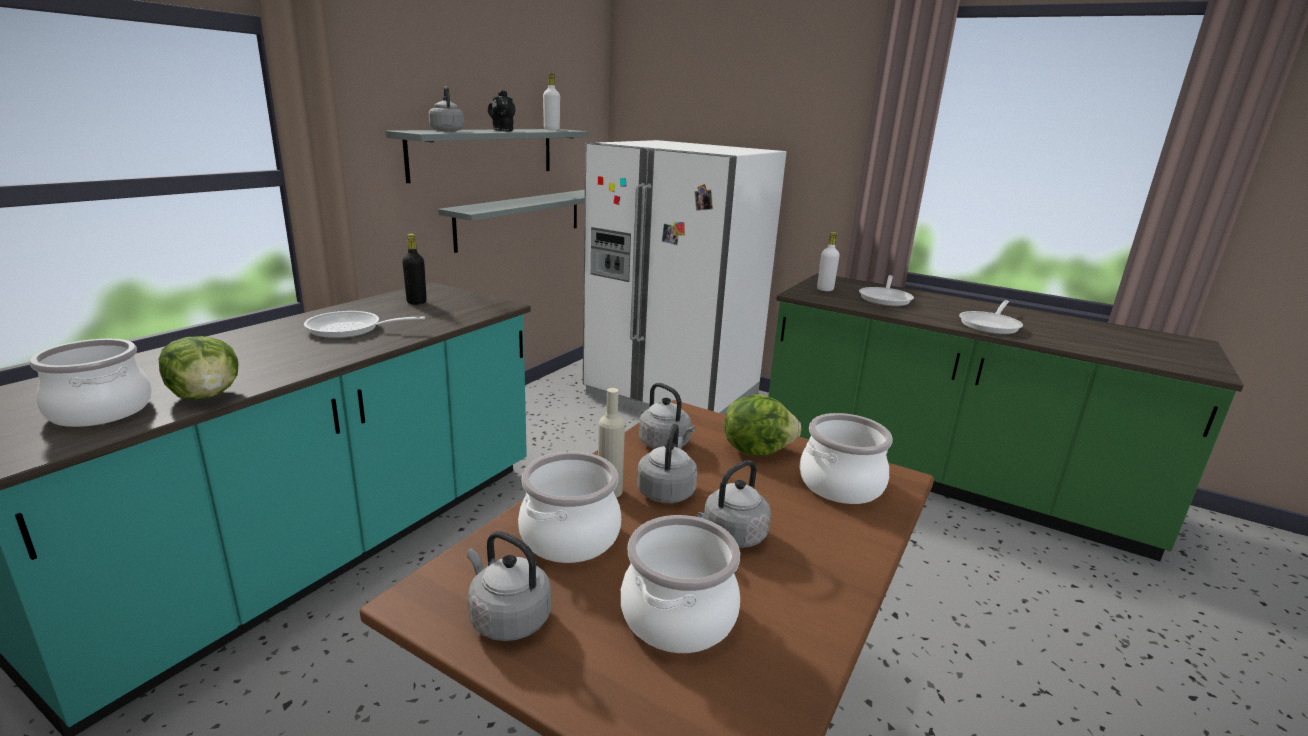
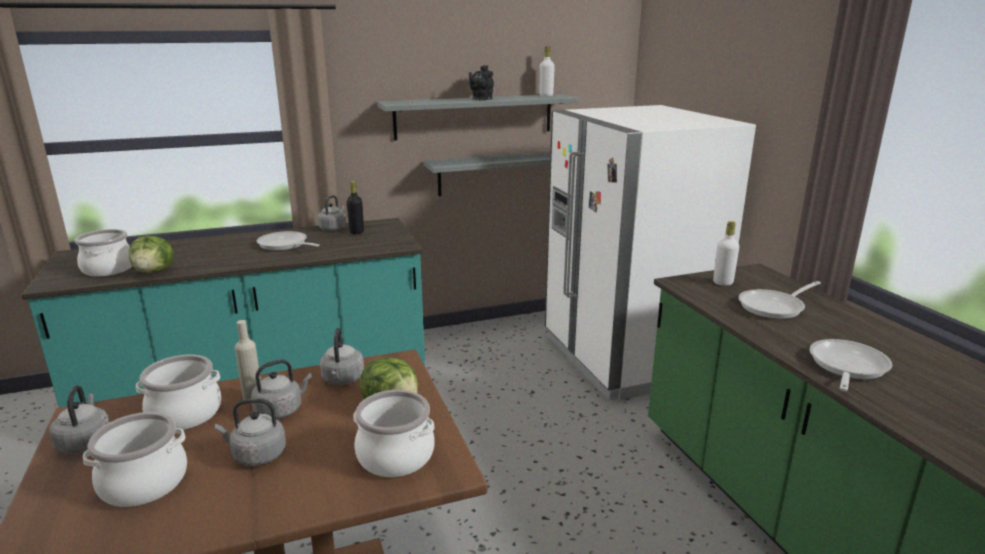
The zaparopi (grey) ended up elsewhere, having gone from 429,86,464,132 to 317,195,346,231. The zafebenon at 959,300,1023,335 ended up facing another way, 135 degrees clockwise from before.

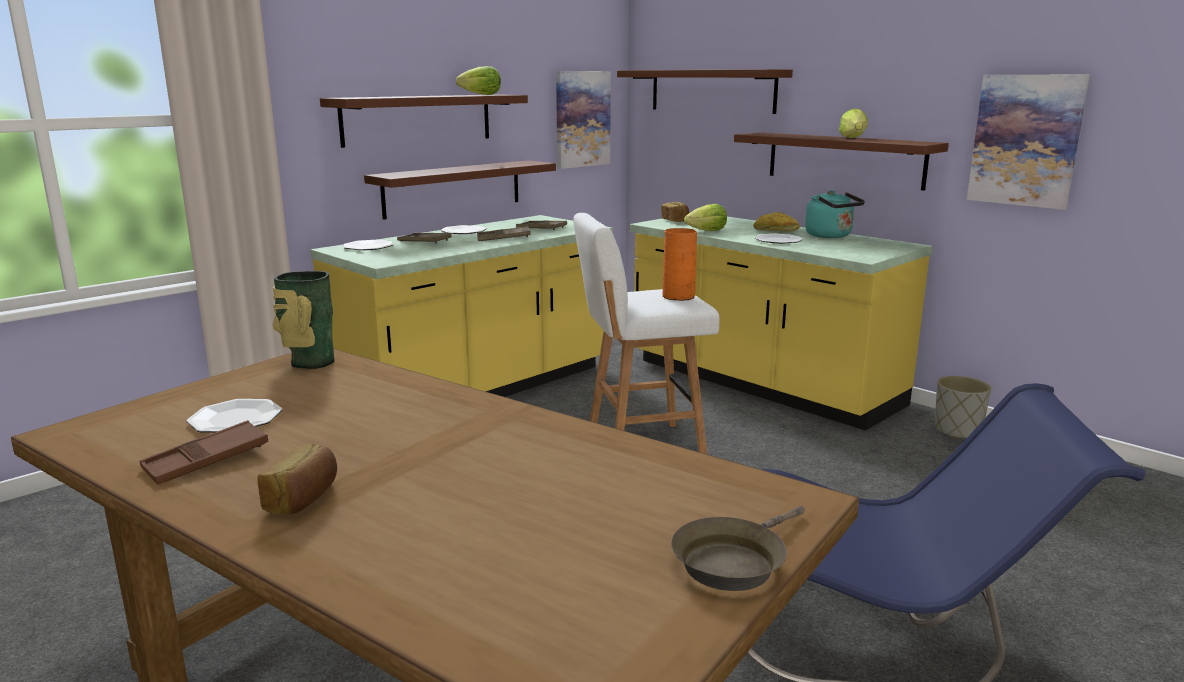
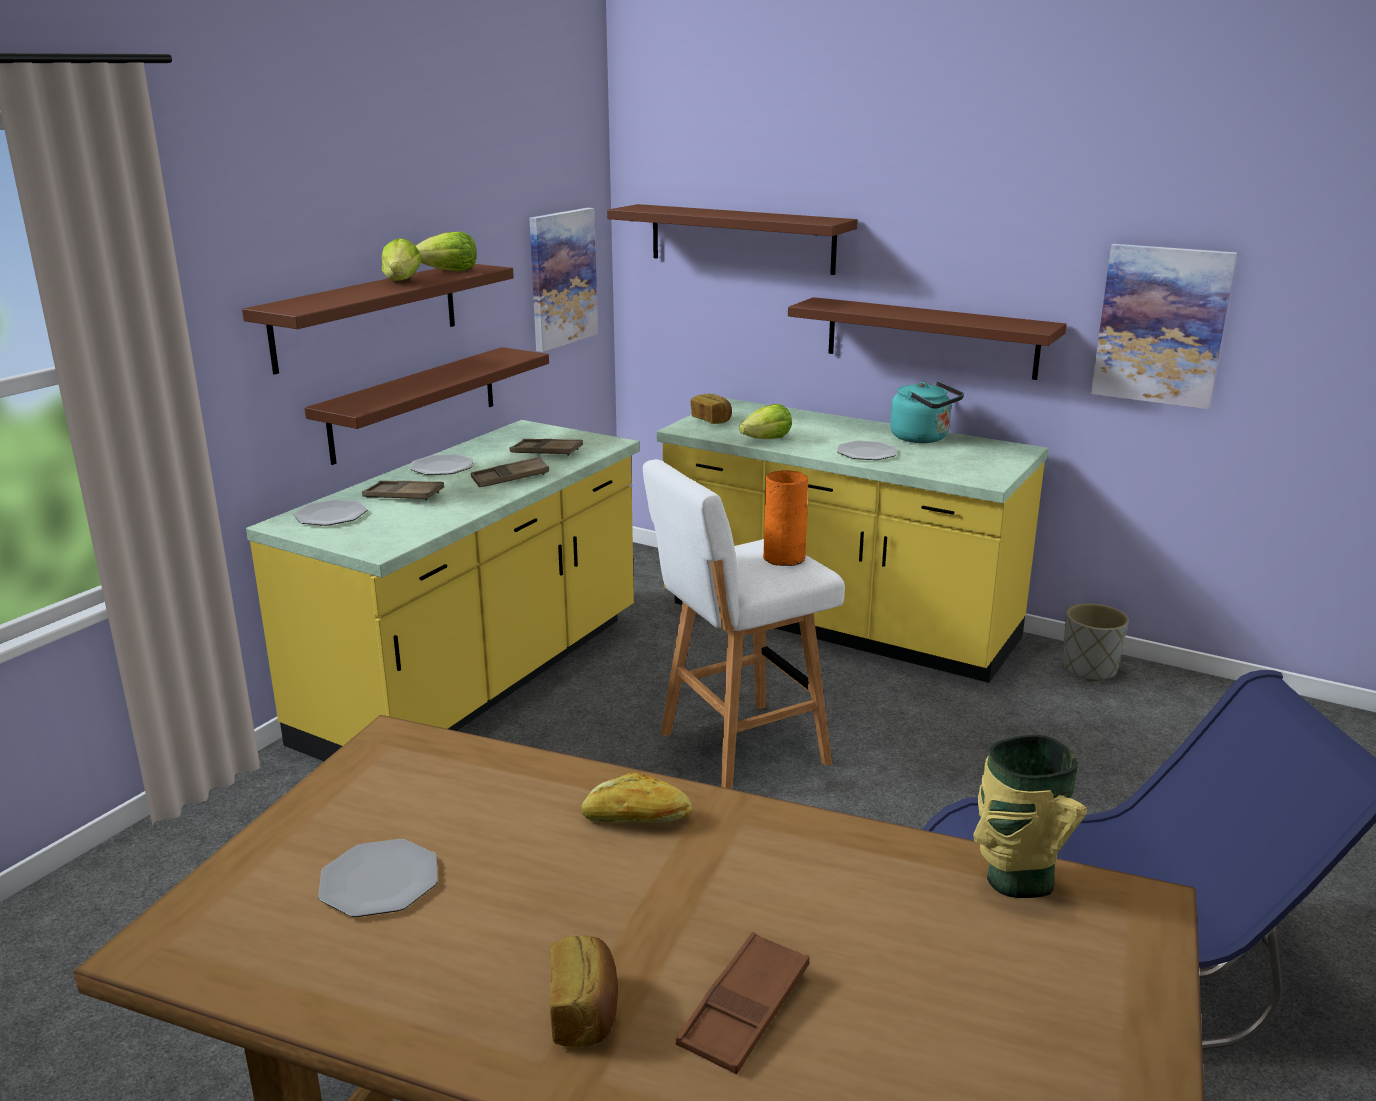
The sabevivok ended up elsewhere, having gone from 839,109,868,138 to 382,238,421,281. The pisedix ended up elsewhere, having gone from 753,212,800,232 to 581,772,692,823. The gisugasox ended up elsewhere, having gone from 273,271,334,369 to 974,735,1087,898. The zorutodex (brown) ended up elsewhere, having gone from 140,420,269,484 to 676,932,809,1074. The second view lost the zafebenon (brown) at 671,506,805,591.

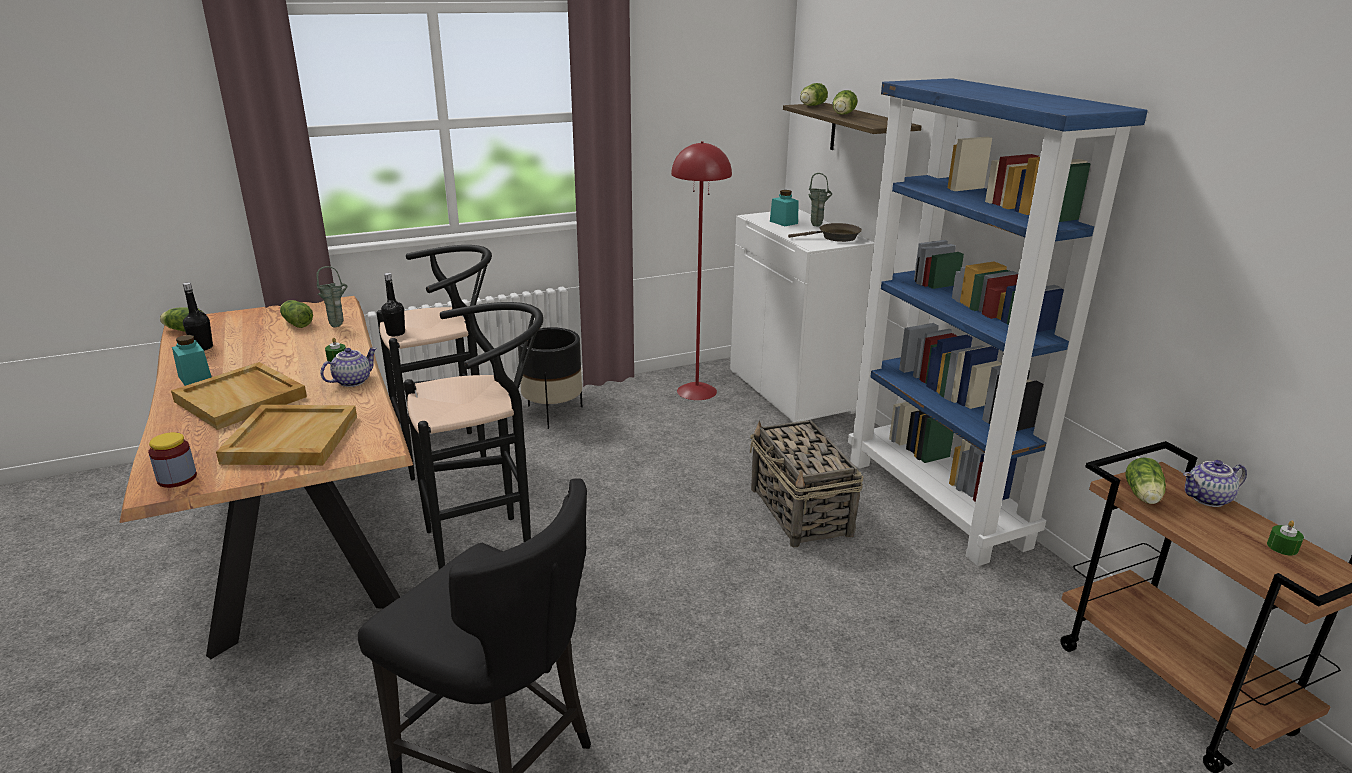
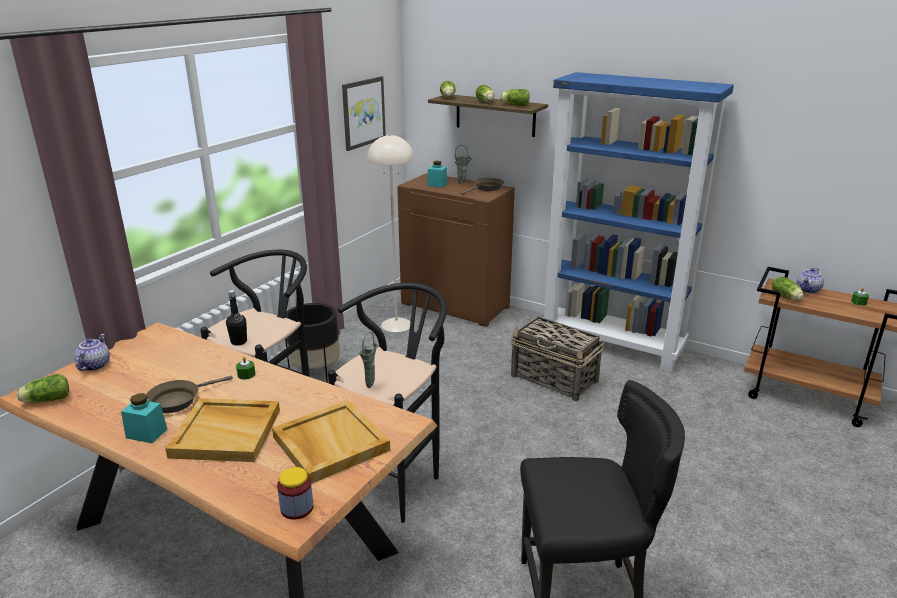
What was the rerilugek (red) at 671,141,732,400 turned into the rerilugek (beige) at 367,134,414,332. What was the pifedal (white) at 730,209,874,422 turned into the pifedal (brown) at 397,173,515,327. The gisugasox (green) ended up elsewhere, having gone from 316,266,348,328 to 359,332,377,388. The second view lost the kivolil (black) at 183,282,213,351. The sabevivok ended up elsewhere, having gone from 280,300,313,328 to 500,89,530,106. The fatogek ended up elsewhere, having gone from 321,348,377,387 to 75,334,110,371. The second view gained the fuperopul at 342,76,386,151. The second view gained the zafebenon (brown) at 146,376,233,413.

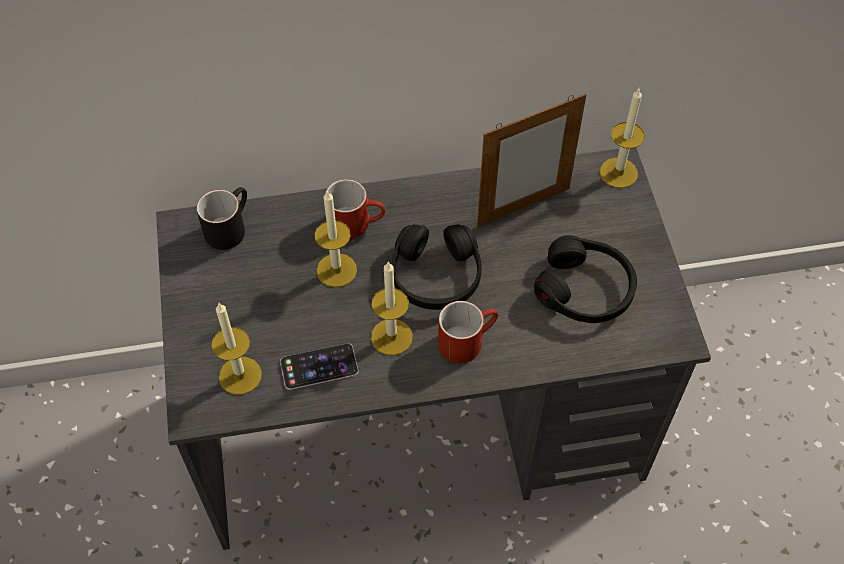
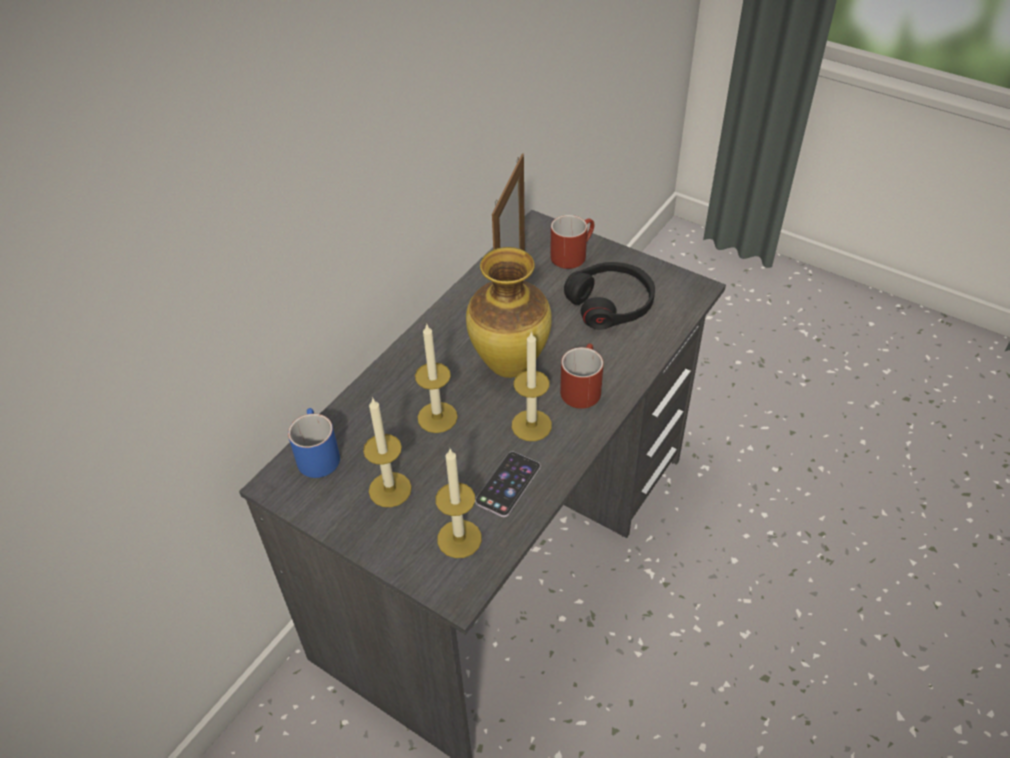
The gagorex ended up elsewhere, having gone from 600,89,645,188 to 363,397,412,507. The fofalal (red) ended up elsewhere, having gone from 325,179,386,239 to 550,215,594,269. What was the fofalal (black) at 196,187,247,250 turned into the fofalal (blue) at 288,408,340,478. Where the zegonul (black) stood at 391,224,482,310, the gisugasox came to stand at 466,247,552,378.

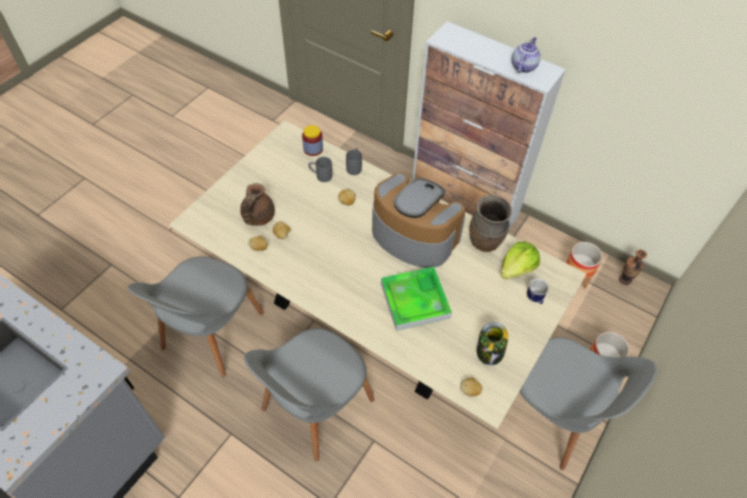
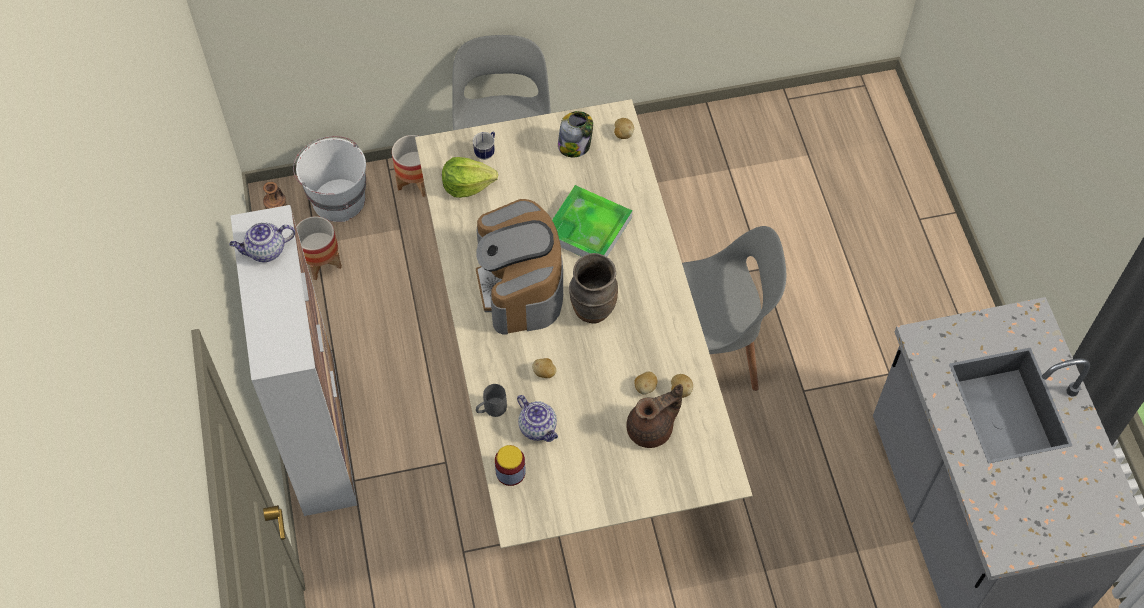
Where the fofalal (grey) stood at 308,157,332,182, the fatogek came to stand at 517,395,558,442. The gisugasox (brown) ended up elsewhere, having gone from 469,195,512,252 to 569,253,618,324. The second view lost the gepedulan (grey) at 127,256,264,377. The second view gained the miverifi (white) at 293,136,366,222.

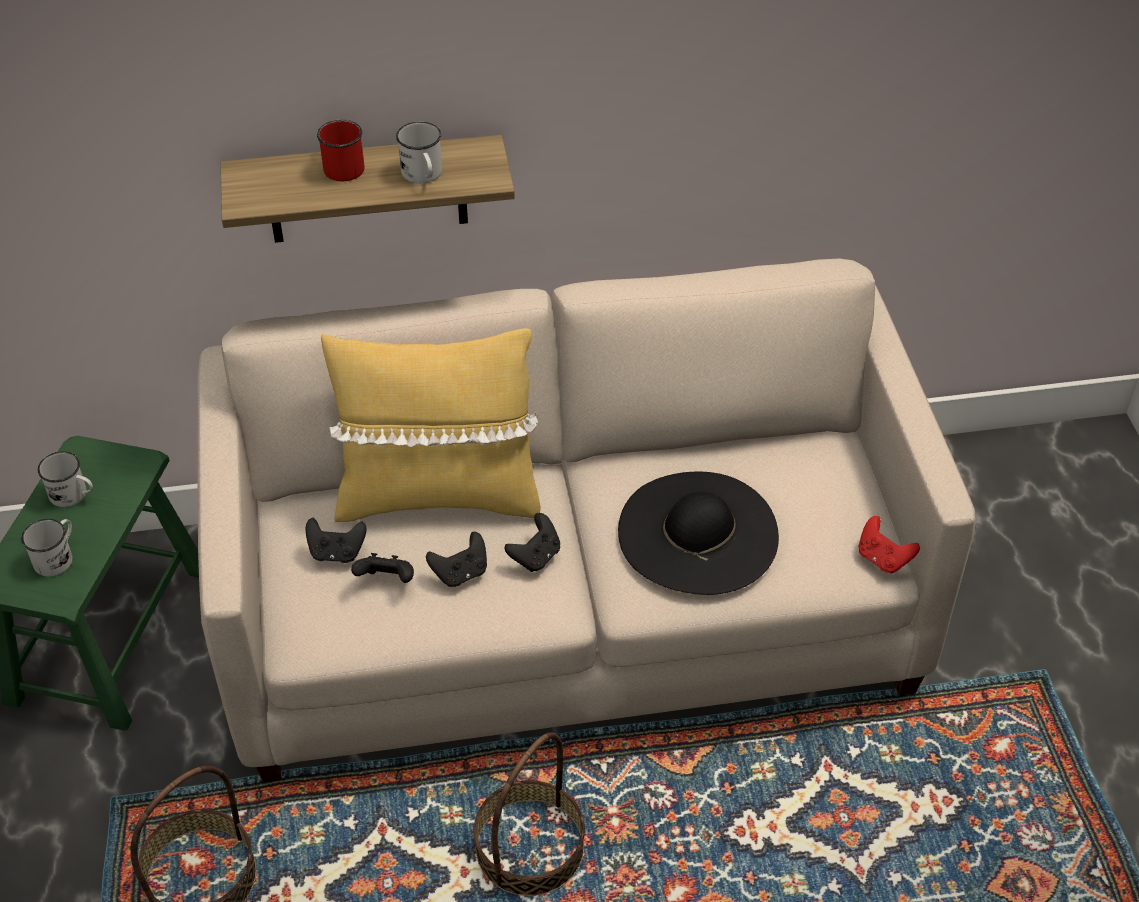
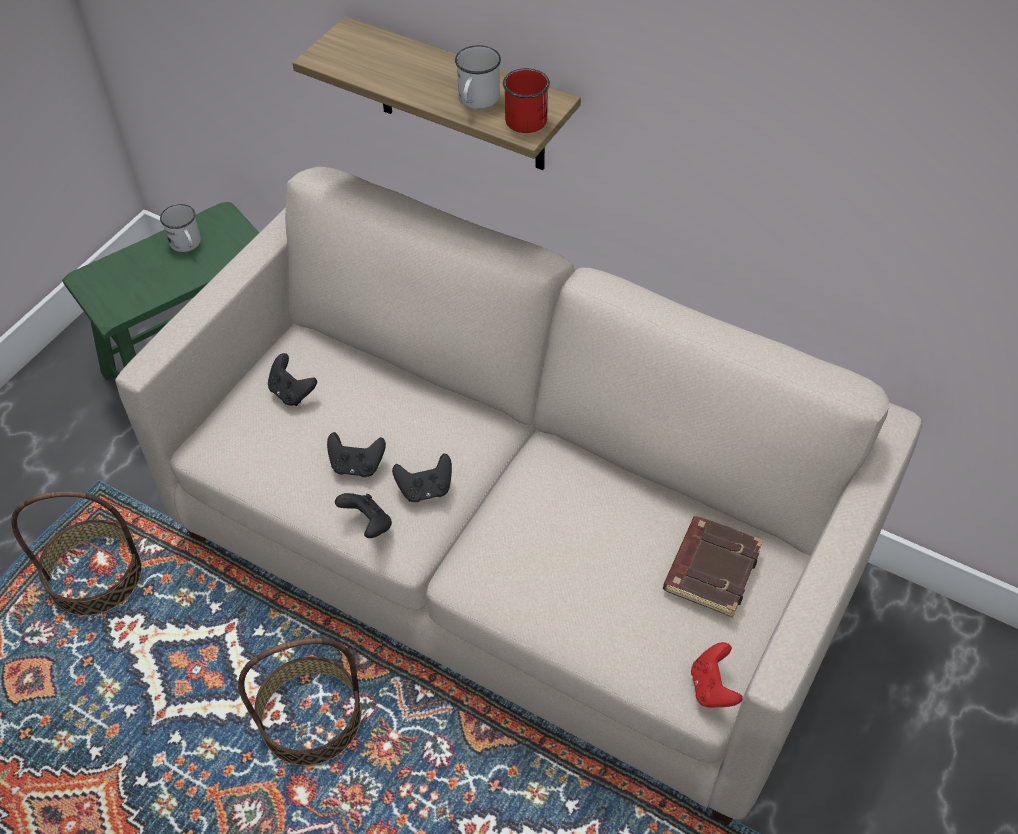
The fofalal (red) ended up elsewhere, having gone from 317,120,364,181 to 503,68,550,133. The second view lost the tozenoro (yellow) at 321,328,541,522. The second view lost the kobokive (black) at 618,471,779,595. The second view lost the fofalal (white) at 21,519,73,577. The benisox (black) ended up elsewhere, having gone from 351,553,414,583 to 335,493,392,538. The second view gained the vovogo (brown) at 663,516,763,618.

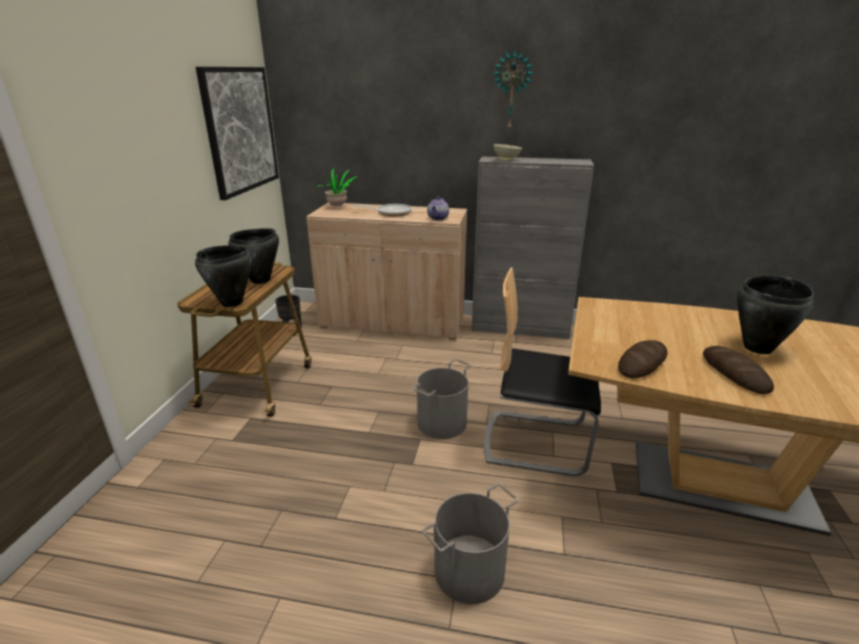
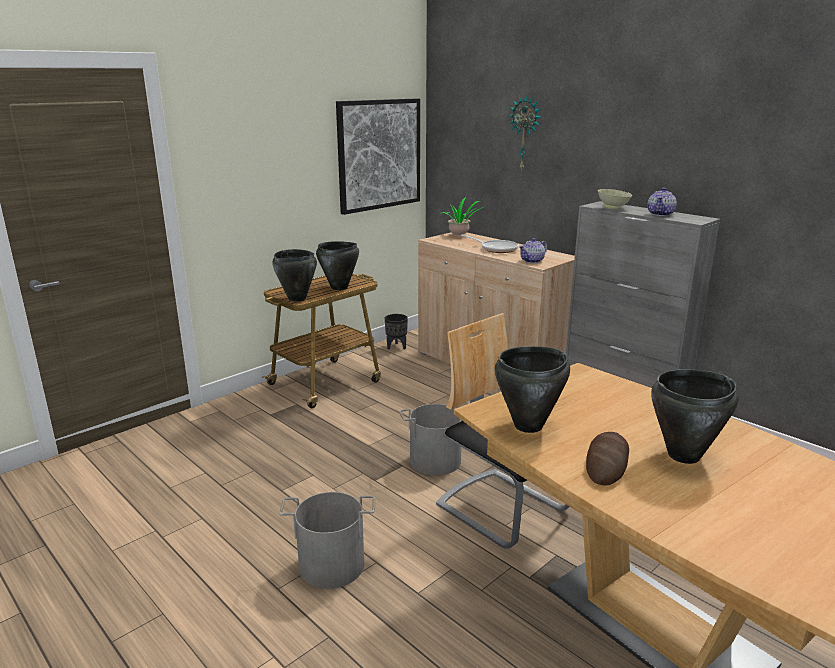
The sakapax ended up elsewhere, having gone from 493,51,534,131 to 508,96,541,172. Where the pisedix stood at 618,340,667,379, the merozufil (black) came to stand at 494,346,570,433. The second view gained the fatogek at 647,187,677,216.

